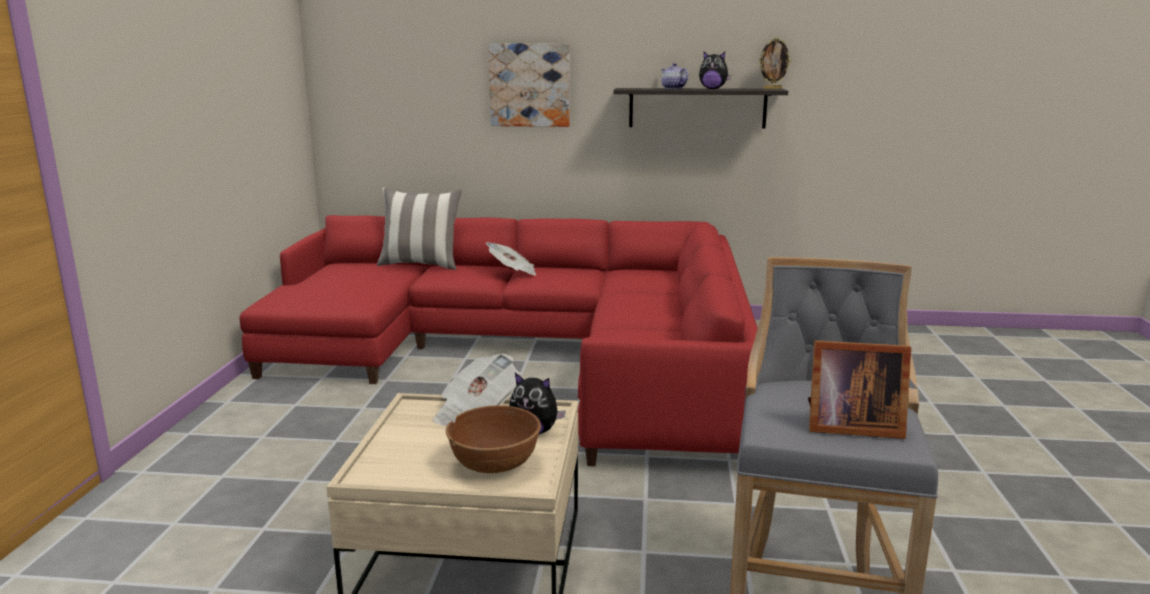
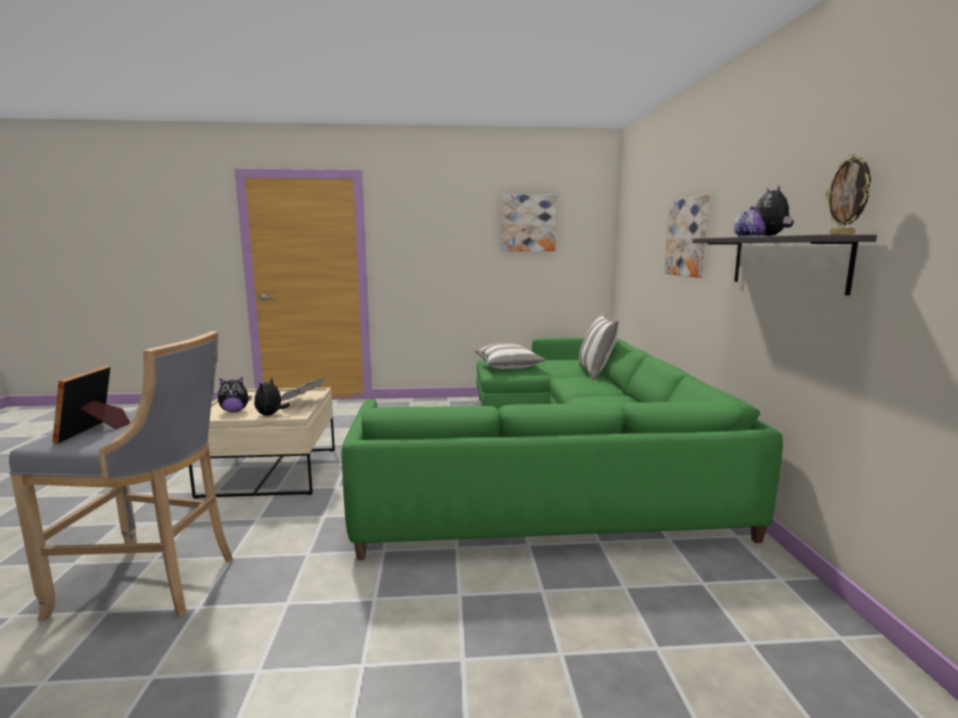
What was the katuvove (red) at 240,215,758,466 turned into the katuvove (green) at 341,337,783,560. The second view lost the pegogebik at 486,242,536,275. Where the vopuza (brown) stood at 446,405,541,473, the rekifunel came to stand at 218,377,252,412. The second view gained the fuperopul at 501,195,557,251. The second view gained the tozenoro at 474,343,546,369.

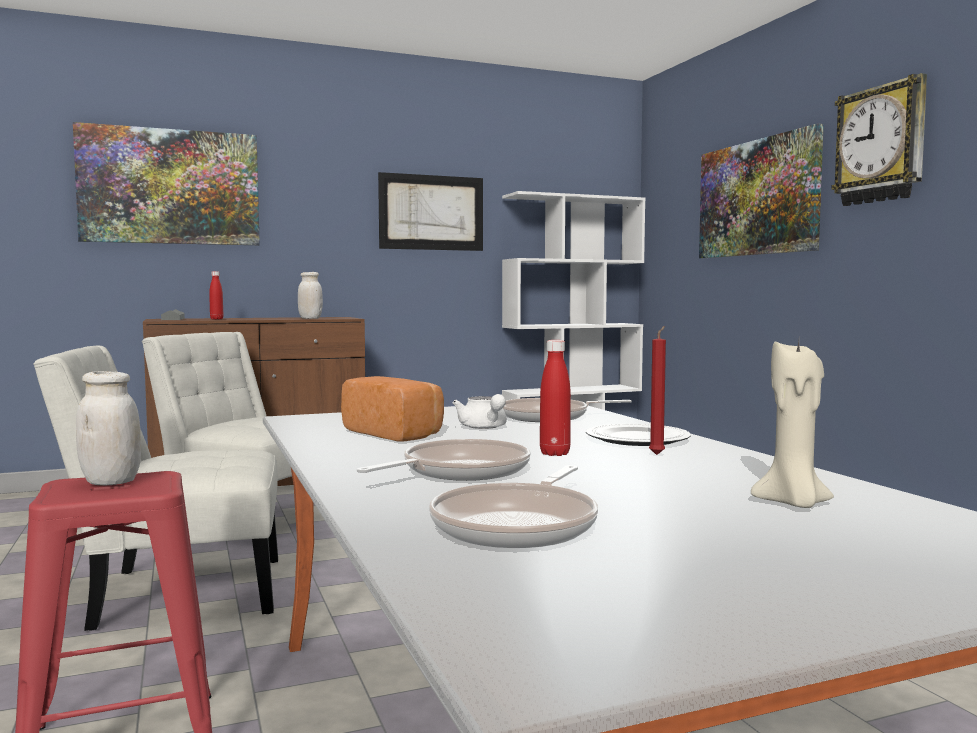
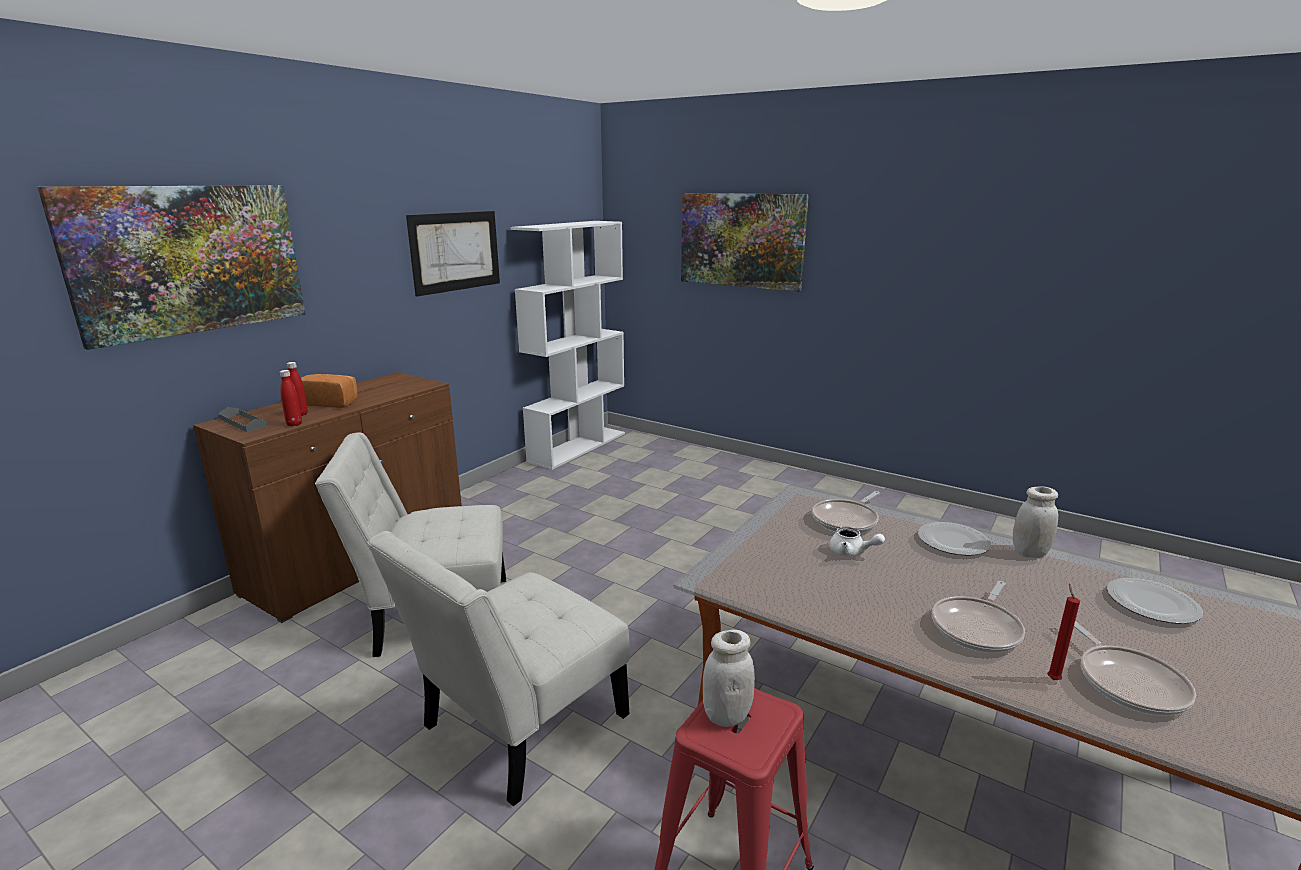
The second view lost the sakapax at 831,73,927,206. The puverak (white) ended up elsewhere, having gone from 298,272,323,319 to 1013,486,1058,558. The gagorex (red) ended up elsewhere, having gone from 649,326,666,455 to 1047,584,1080,680. The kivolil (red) ended up elsewhere, having gone from 540,340,571,456 to 280,370,302,426. Where the gagorex (beige) stood at 751,341,834,508, the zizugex came to stand at 1107,578,1203,624. The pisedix ended up elsewhere, having gone from 341,376,444,441 to 301,374,358,408. The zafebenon at 357,439,531,481 ended up facing another way, 150 degrees counterclockwise from before.

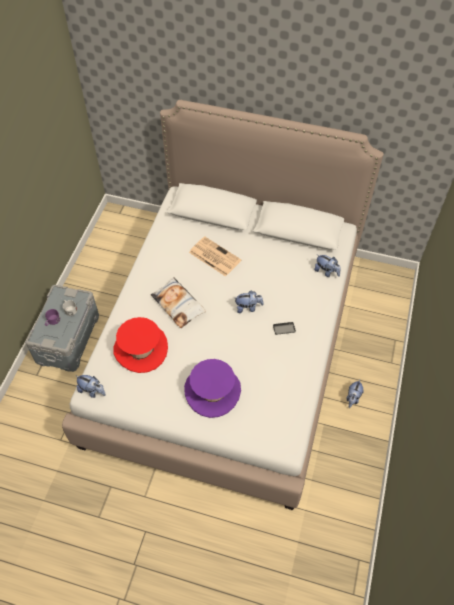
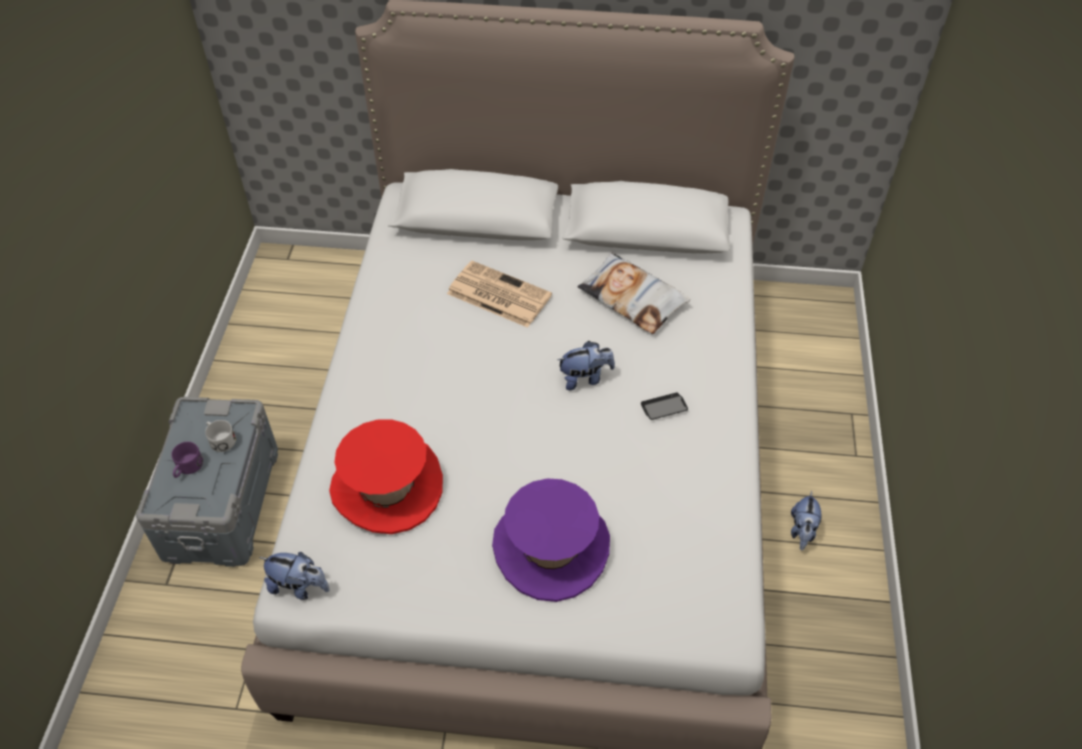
The second view lost the rekifunel at 314,254,341,277. The tozenoro ended up elsewhere, having gone from 151,277,206,328 to 577,253,690,334.

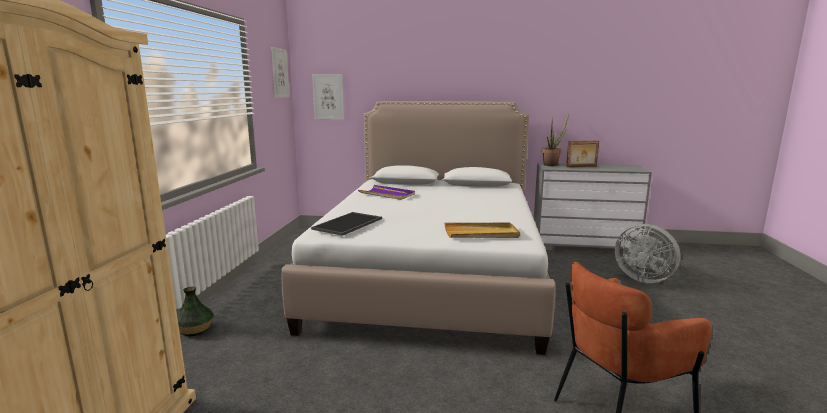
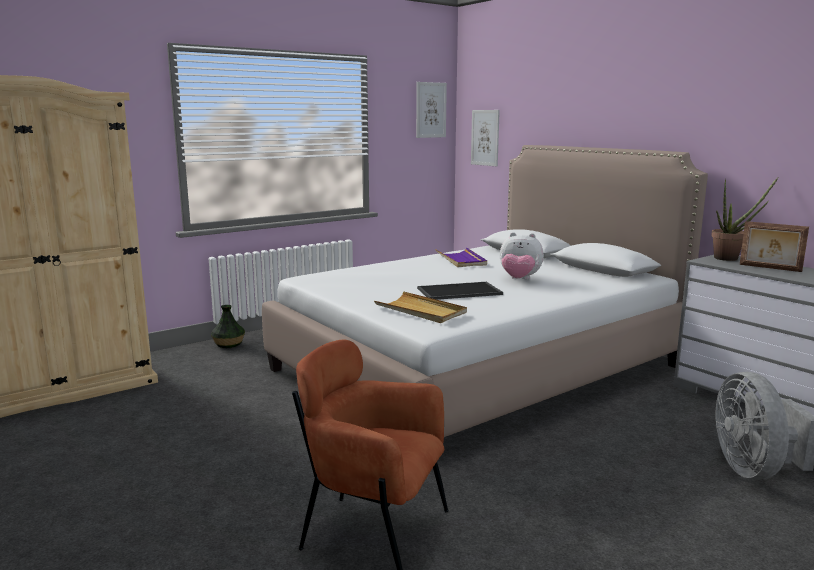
The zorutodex ended up elsewhere, having gone from 311,212,382,236 to 417,282,503,300. The second view gained the rekifunel at 500,232,544,279.

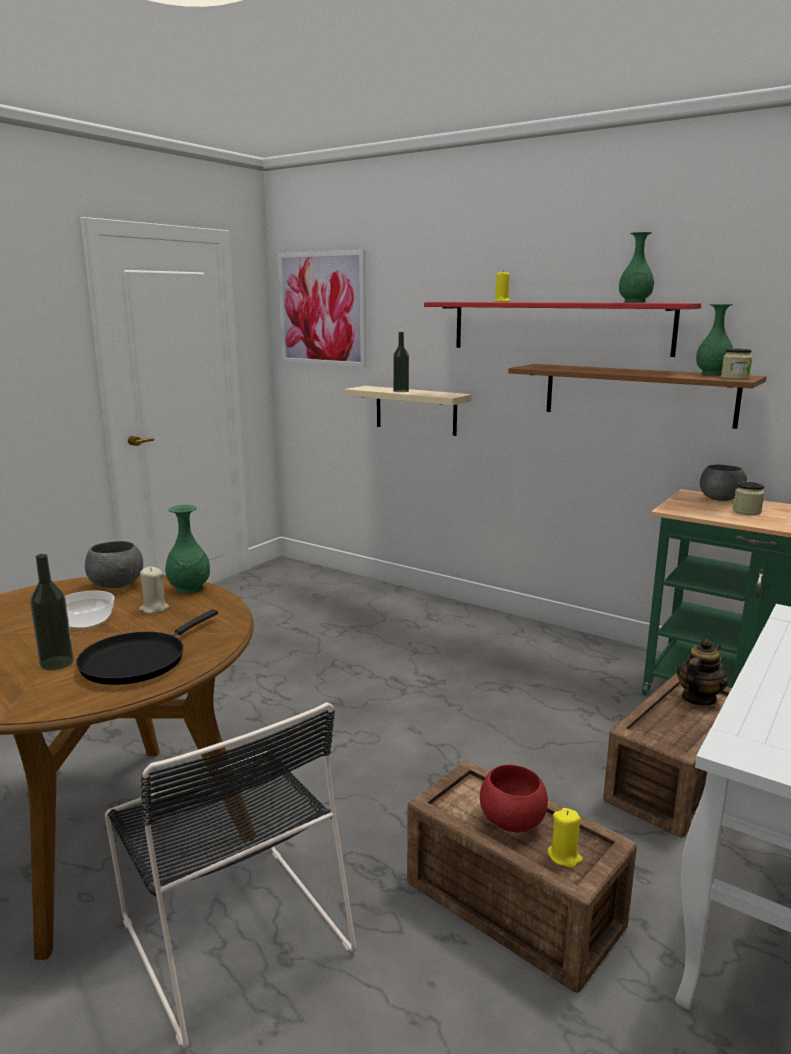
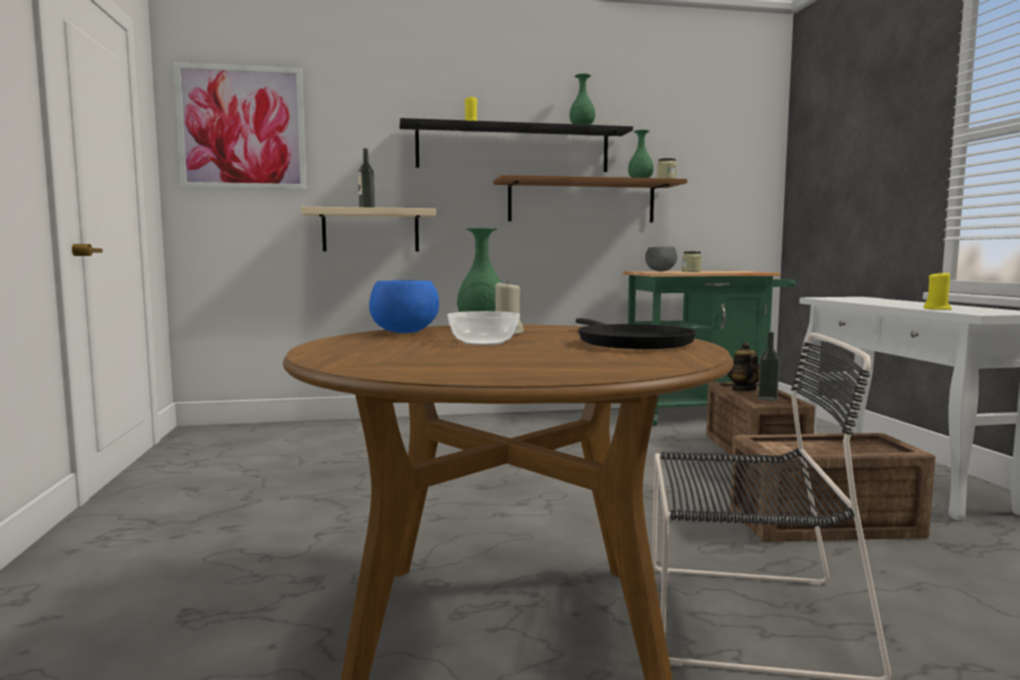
What was the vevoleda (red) at 424,302,701,357 turned into the vevoleda (black) at 399,118,633,172. What was the vopuza (grey) at 85,541,143,588 turned into the vopuza (blue) at 369,280,439,333. The kivolil ended up elsewhere, having gone from 30,554,74,670 to 758,332,779,401. The second view lost the vopuza (red) at 480,765,548,832. The gagorex (yellow) ended up elsewhere, having gone from 548,808,583,868 to 924,271,952,310.

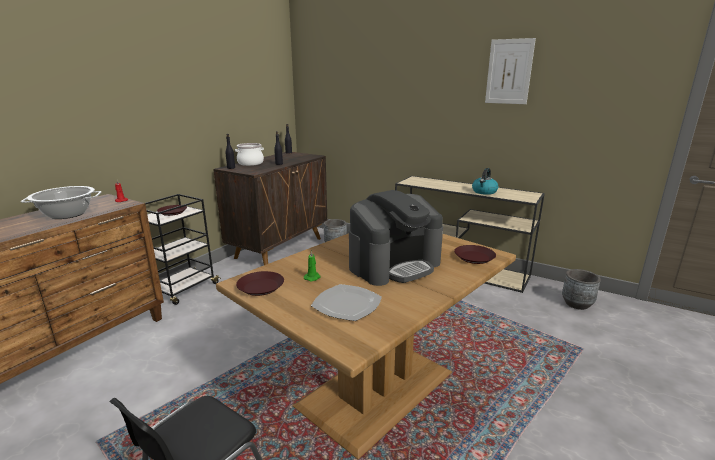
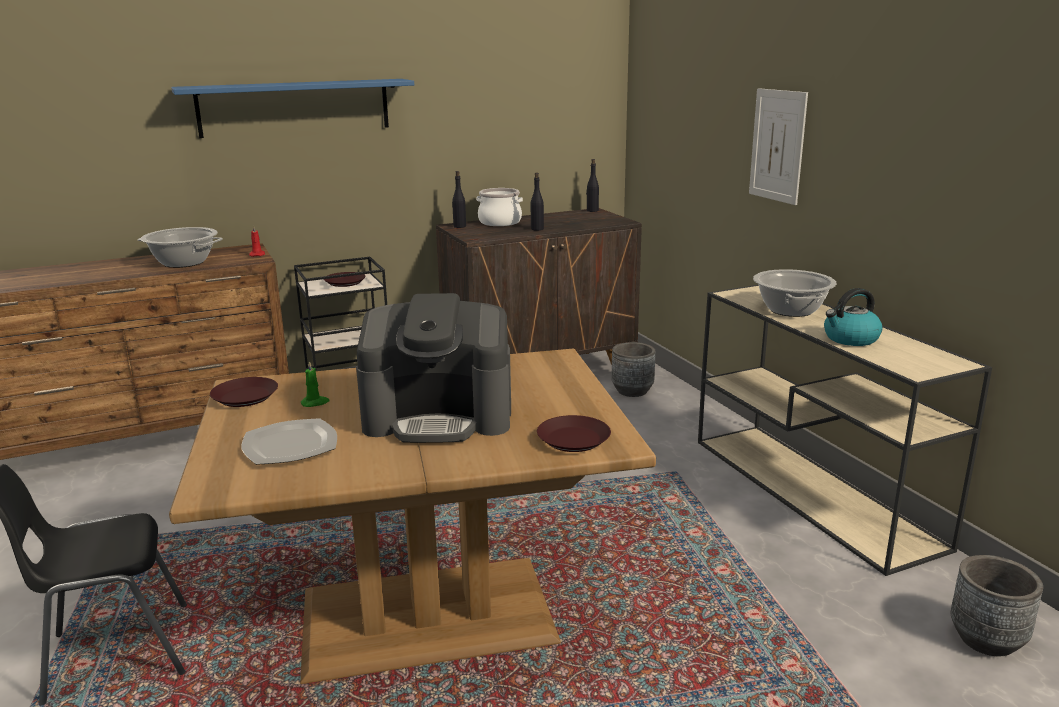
The fuperopul ended up elsewhere, having gone from 485,38,536,104 to 749,88,808,205. The second view gained the vevoleda (blue) at 171,79,414,138. The second view gained the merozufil at 753,269,837,317.

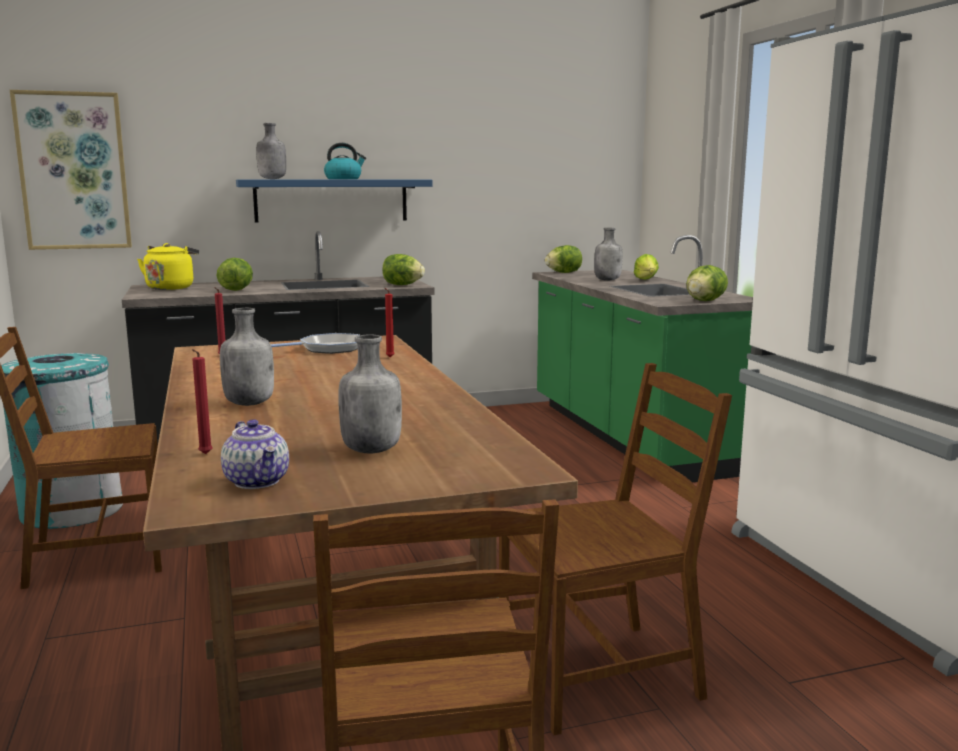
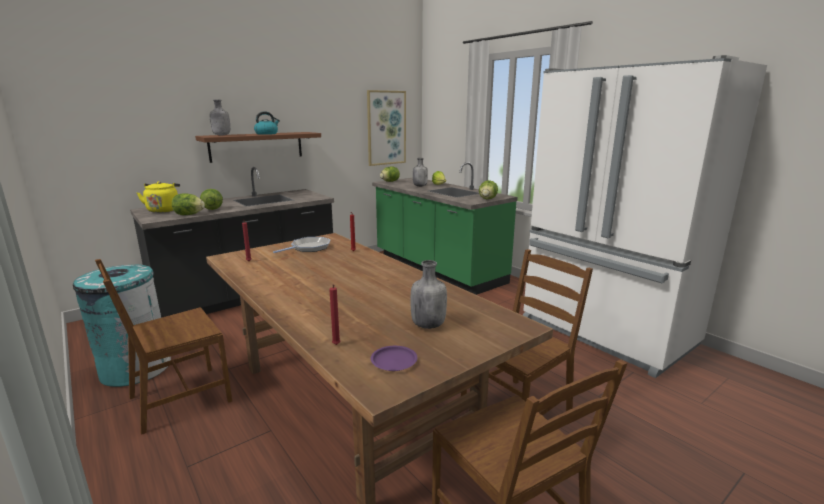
The fuperopul ended up elsewhere, having gone from 10,90,132,250 to 367,90,406,166. What was the vevoleda (blue) at 236,179,433,223 turned into the vevoleda (brown) at 195,132,321,163. The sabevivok ended up elsewhere, having gone from 383,254,425,285 to 172,193,205,215. The second view lost the kivolil (grey) at 220,308,274,406. Where the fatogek stood at 221,419,289,489, the zizugex (purple) came to stand at 371,346,417,371.

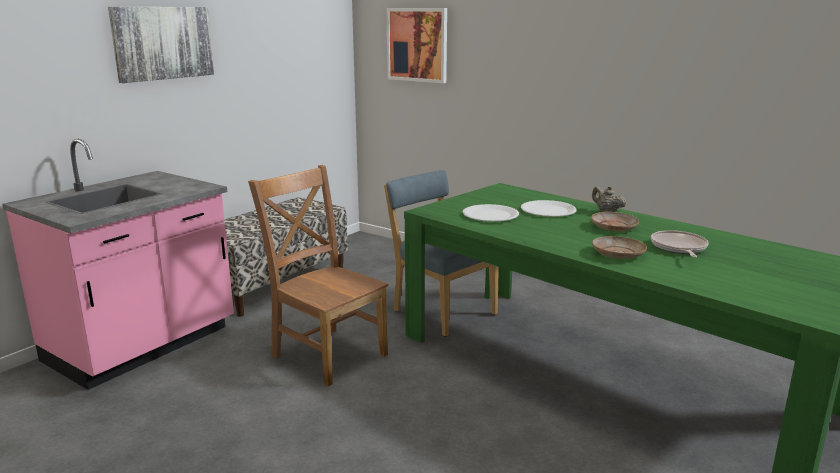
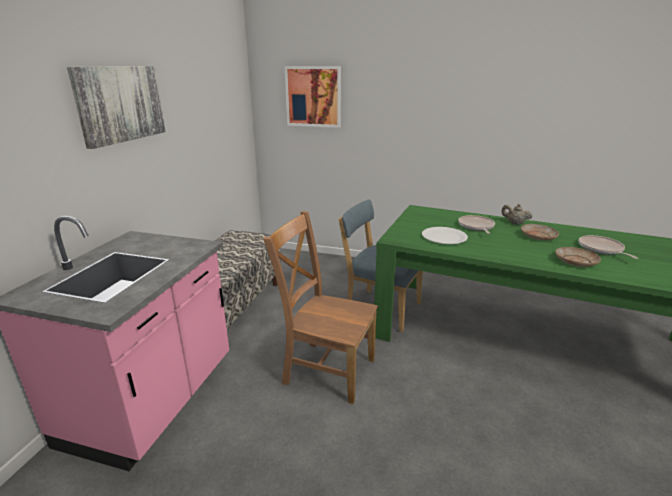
Where the zizugex (white) stood at 521,200,577,217, the zafebenon came to stand at 458,215,495,234.

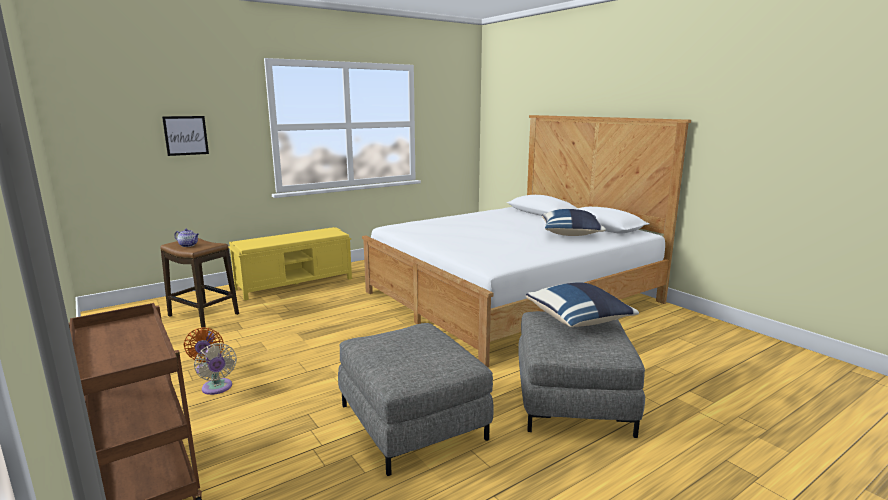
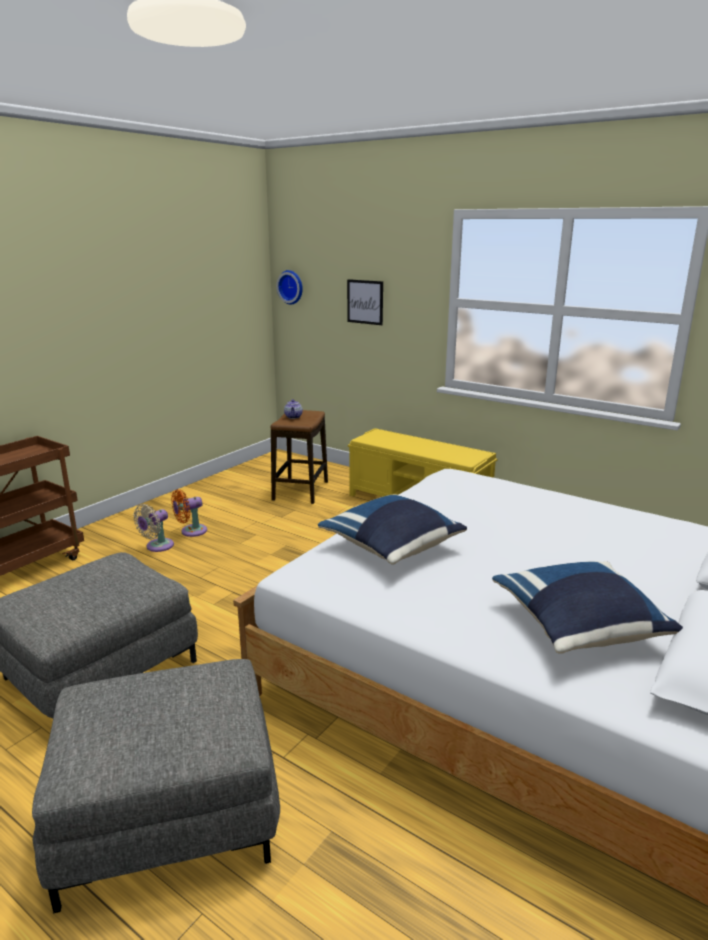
The tozenoro (blue) ended up elsewhere, having gone from 526,282,639,327 to 318,494,467,565. The second view gained the sakapax at 276,270,303,305.

